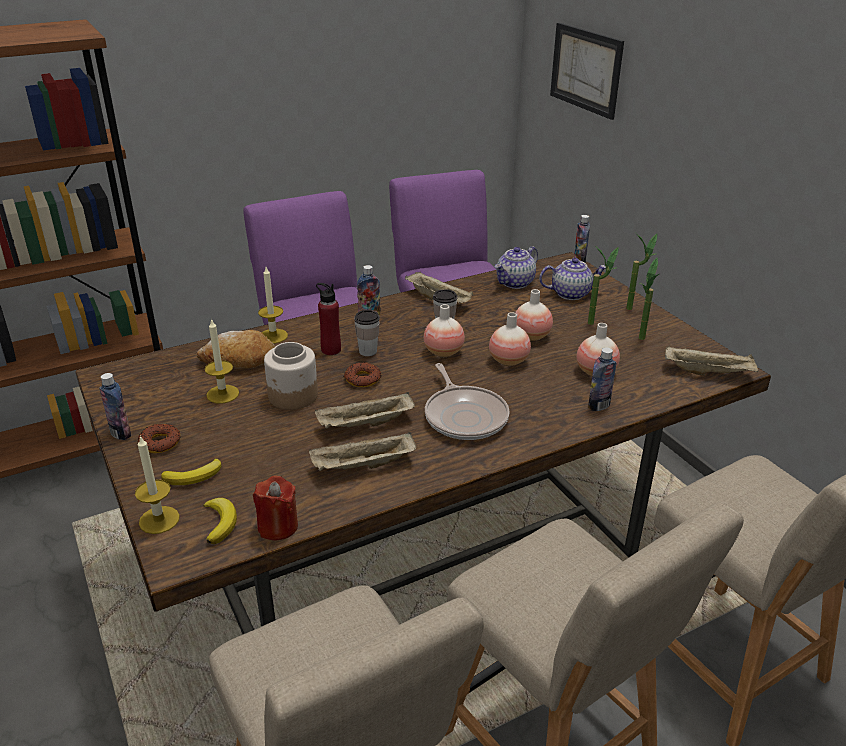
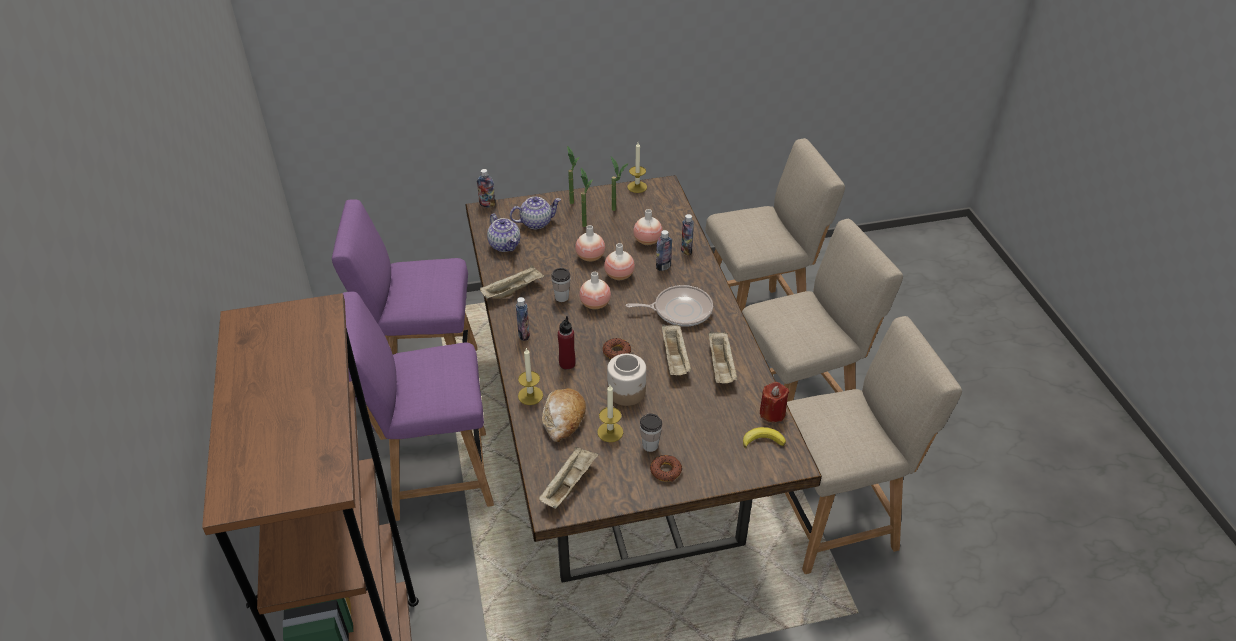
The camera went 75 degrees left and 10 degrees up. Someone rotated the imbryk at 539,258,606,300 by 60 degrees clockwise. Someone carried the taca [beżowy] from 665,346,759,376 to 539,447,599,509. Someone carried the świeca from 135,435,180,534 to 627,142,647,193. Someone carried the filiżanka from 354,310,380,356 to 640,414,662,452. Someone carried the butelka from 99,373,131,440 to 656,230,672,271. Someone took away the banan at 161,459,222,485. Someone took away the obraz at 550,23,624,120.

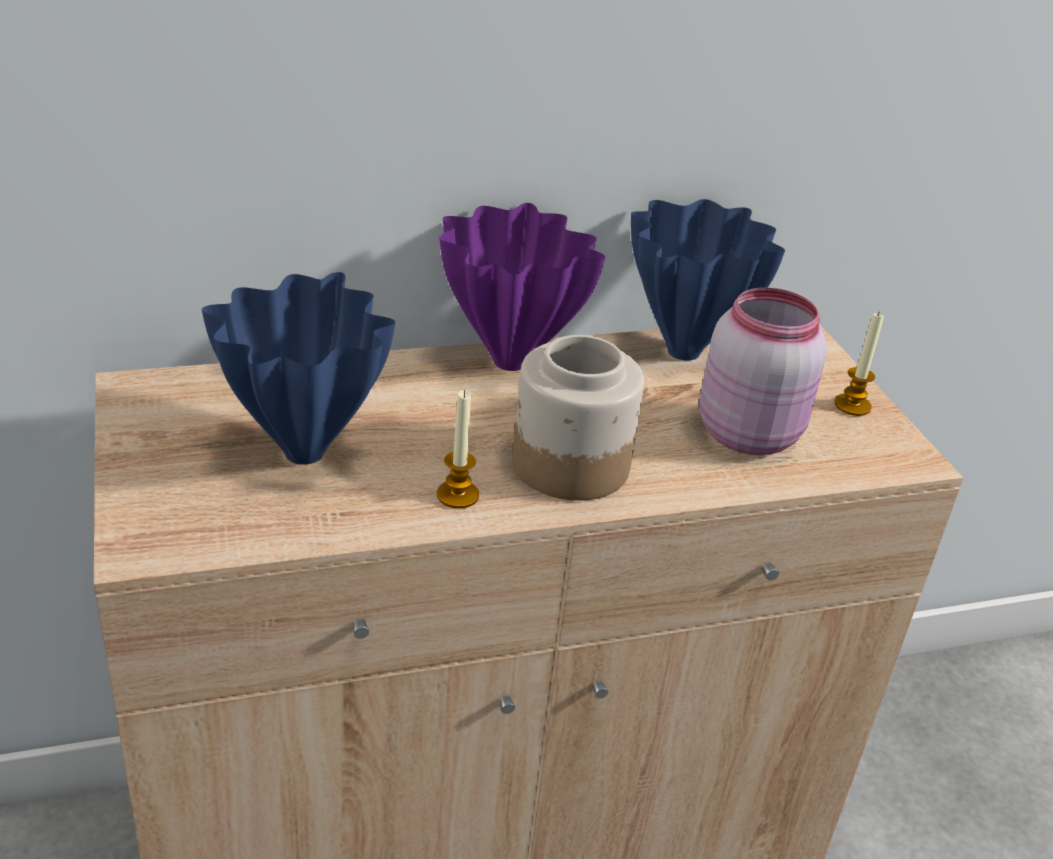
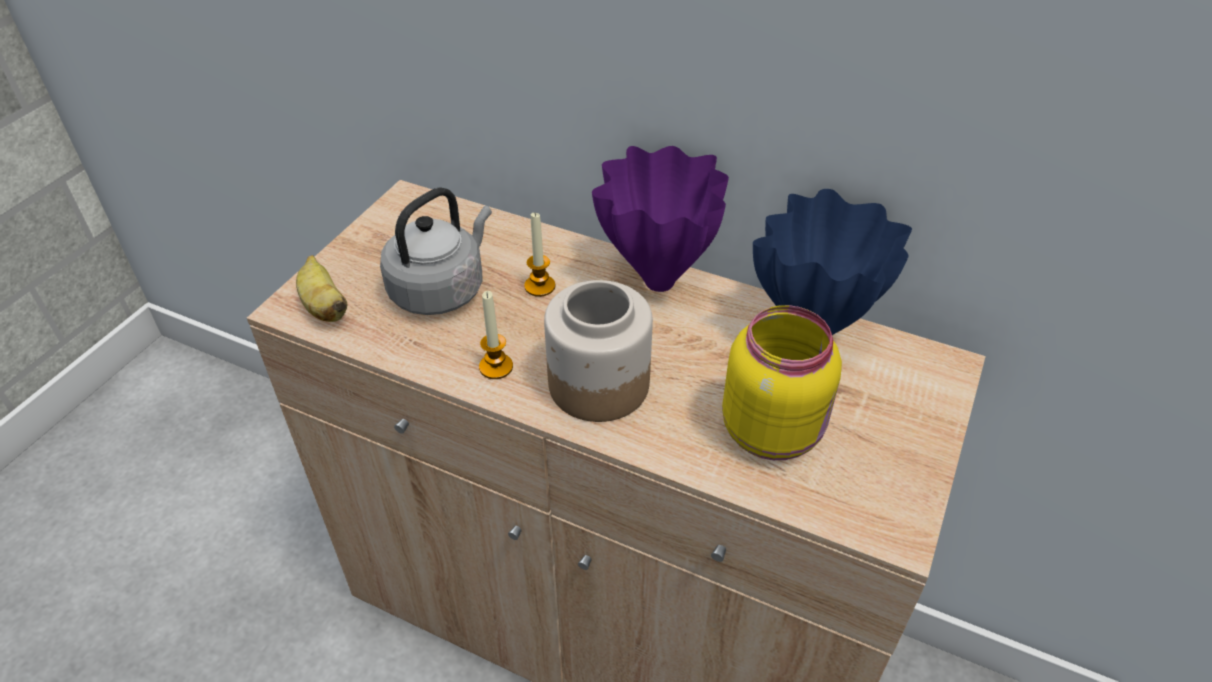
The camera went 45 degrees right and 10 degrees up. Someone put down the banan at 296,255,347,322. Someone swapped the wazon [niebieski] at 202,272,395,465 for the czajnik [szary] at 380,187,492,315. Someone carried the świeca from 834,311,884,416 to 524,213,555,297. Someone repainted the słoik [różowy] at 699,288,827,455, which became the słoik [żółty] at 722,305,842,460.

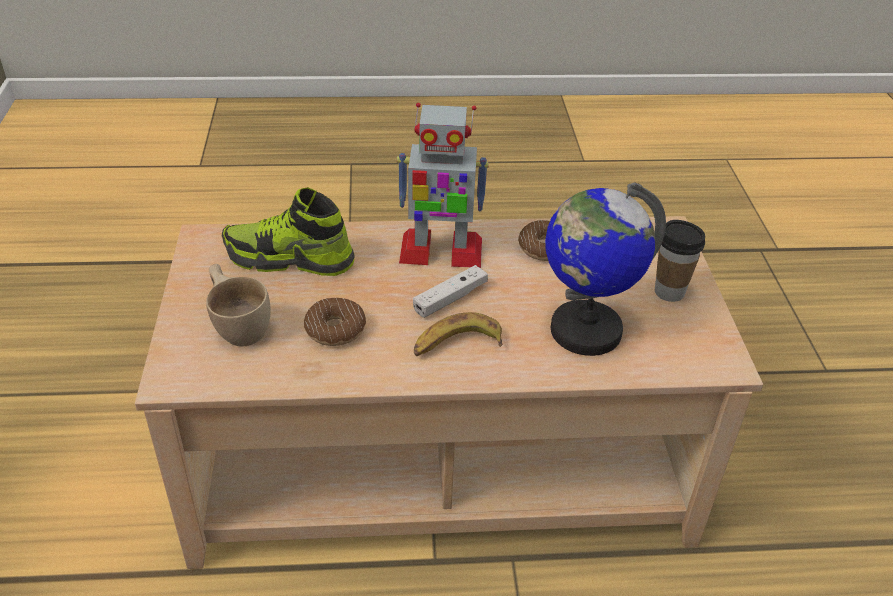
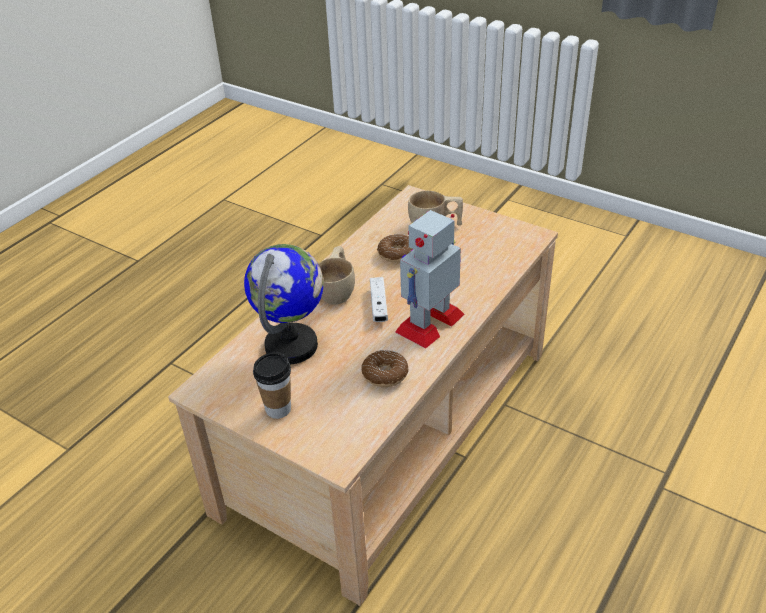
The camera went 130 degrees right and 0 degrees up. Someone swapped the banan at 414,312,502,356 for the filiżanka [beżowy] at 318,246,355,305. Someone took away the but at 222,187,355,276.

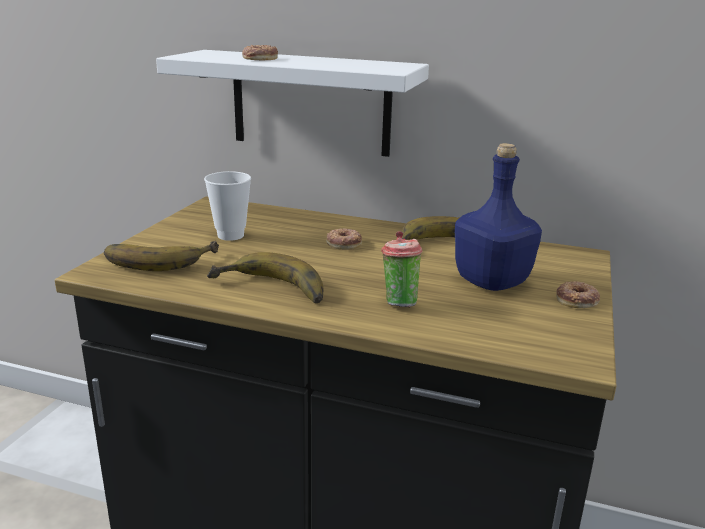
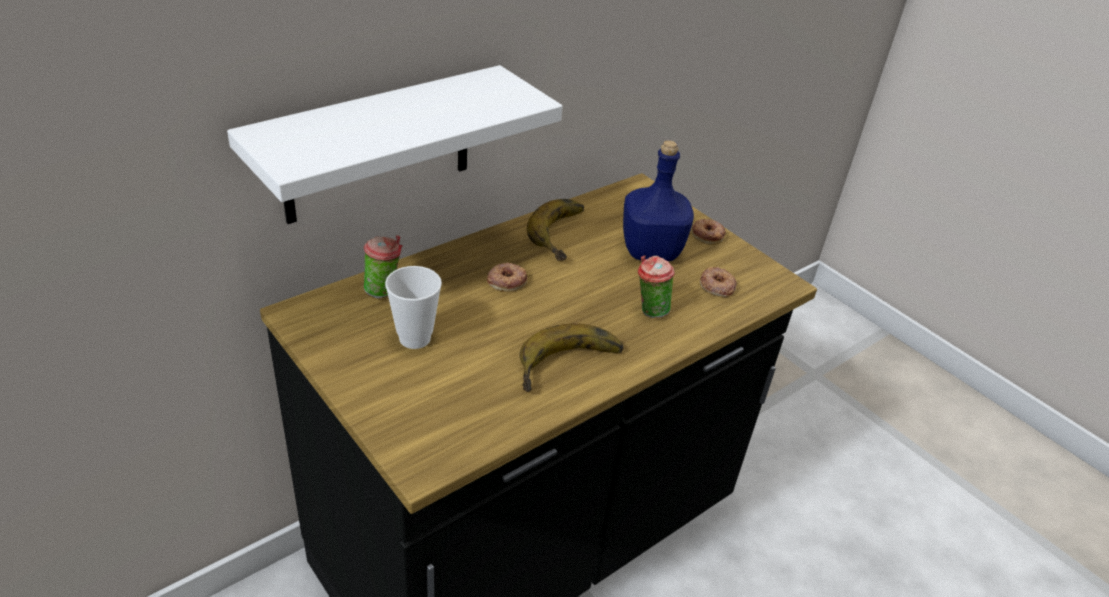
The camera went 60 degrees left and 15 degrees up. Someone put down the filiżanka at 364,235,402,298. Someone carried the donut from 242,45,278,60 to 700,267,737,297. Someone took away the banan at 104,241,219,271.

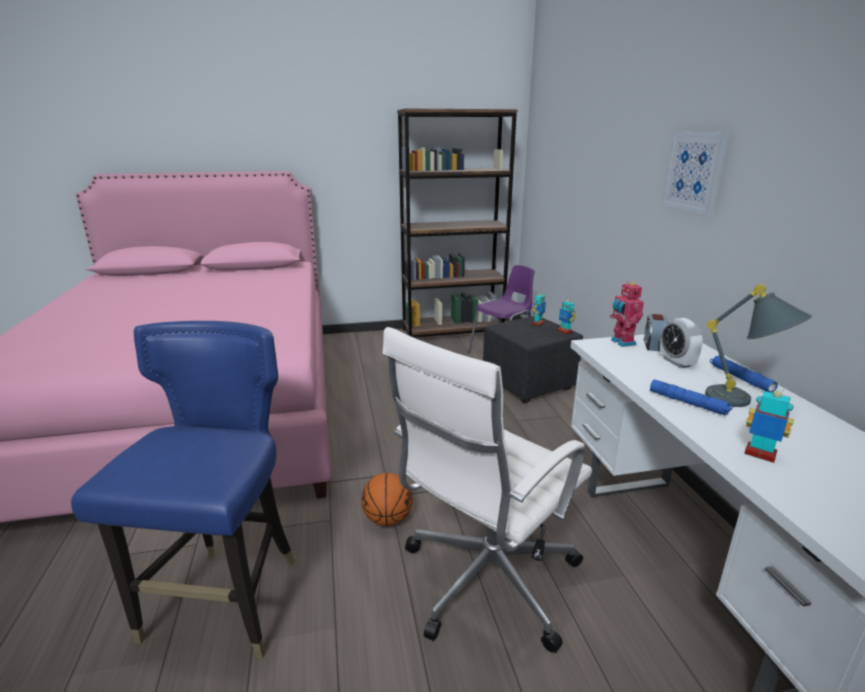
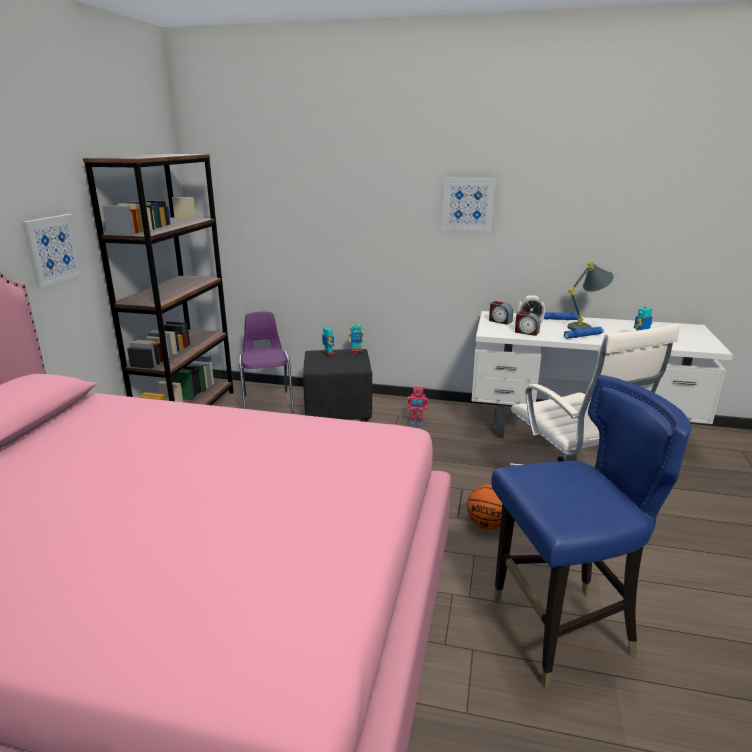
The camera went 65 degrees left and 0 degrees up. Someone put up the obraz at 22,214,84,288. Someone carried the robot zabawkowy from 610,281,644,347 to 407,386,428,426. Someone rotated the krzesło [niebieski] at 71,321,295,659 by 135 degrees clockwise. Someone put down the budzik at 515,311,540,336.

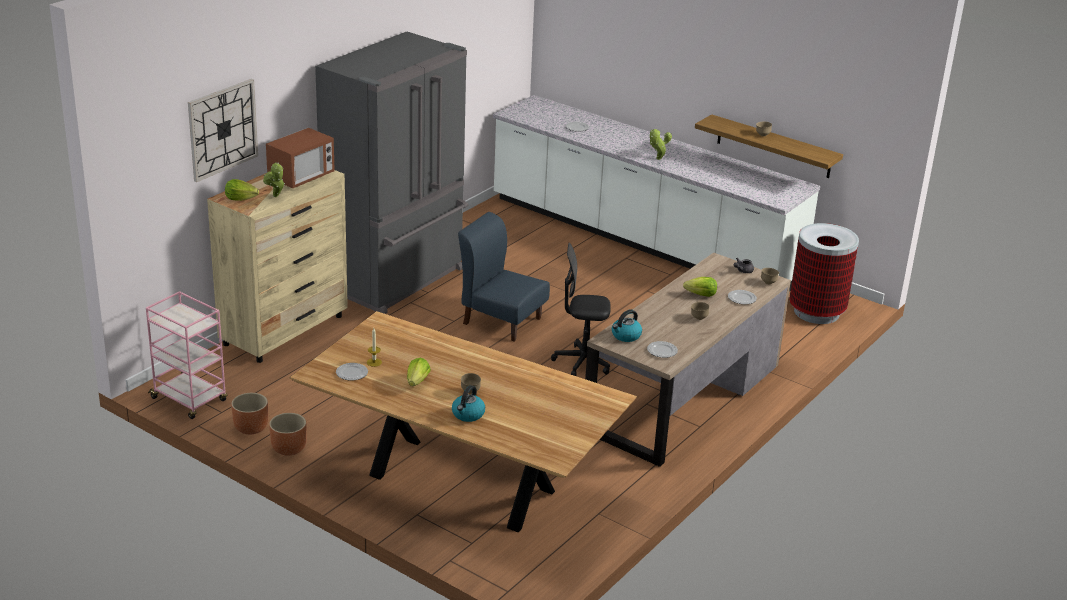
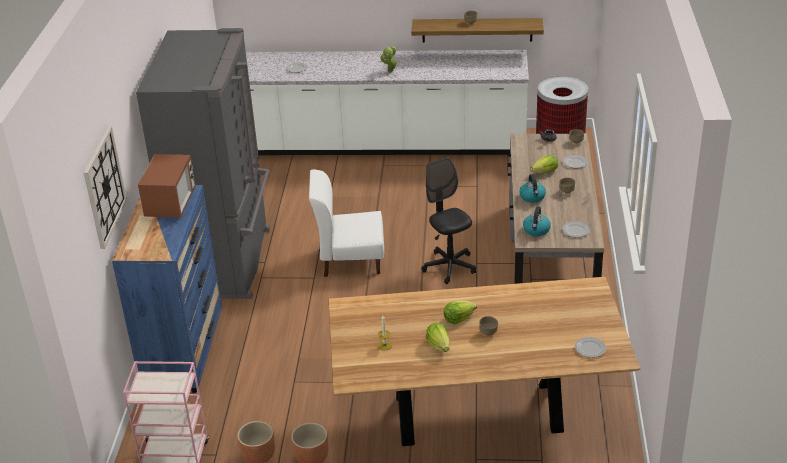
The camera went 30 degrees left and 5 degrees up. Someone repainted the komoda [beżowy] at 207,170,348,363, which became the komoda [niebieski] at 112,185,222,393. Someone repainted the krzesło [niebieski] at 458,212,550,342, which became the krzesło [biały] at 309,169,384,277. Someone rotated the krzesło biurowe [czarny] at 551,243,611,376 by 90 degrees clockwise. Someone carried the sałata from 225,179,259,201 to 443,301,477,324. Someone carried the czajnik from 452,385,485,422 to 519,174,546,203. Someone carried the talerz from 336,363,368,380 to 575,337,606,358. Someone took away the roślina doniczkowa at 263,162,285,197.

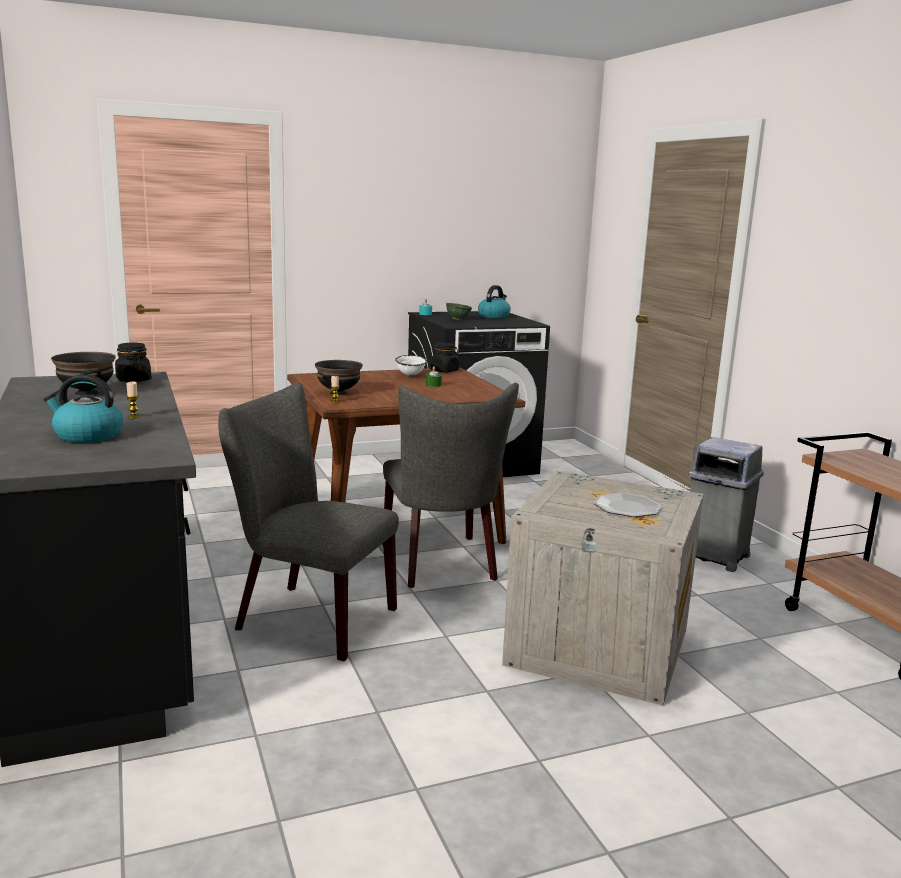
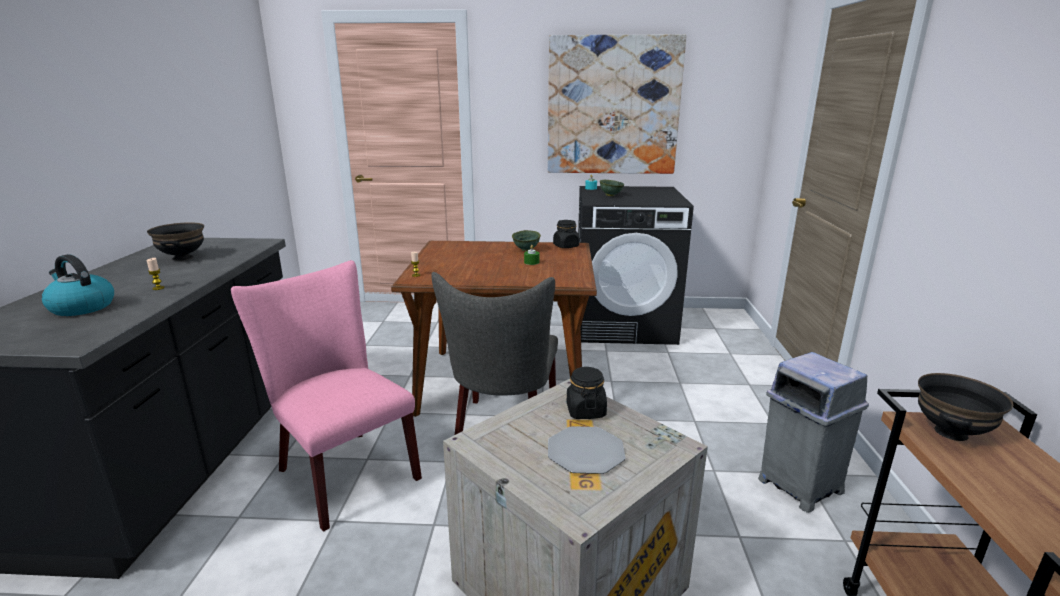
The camera went 25 degrees right and 5 degrees up. Someone repainted the krzesło [szary] at 218,383,399,661, which became the krzesło [różowy] at 231,260,422,532. Someone repainted the miska [biały] at 395,355,427,377, which became the miska [zielony] at 512,230,541,251. Someone put up the obraz at 548,35,686,174. Someone carried the słoik [czarny] from 115,343,152,382 to 567,367,607,419. Someone carried the miska [czarny] from 315,360,363,395 to 918,373,1013,441. Someone took away the czajnik at 478,285,511,318.

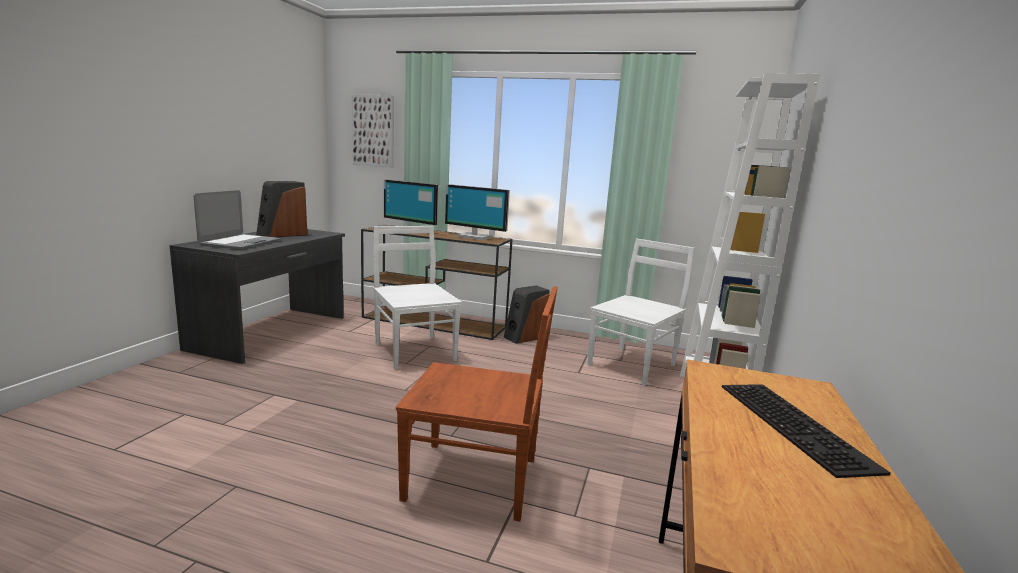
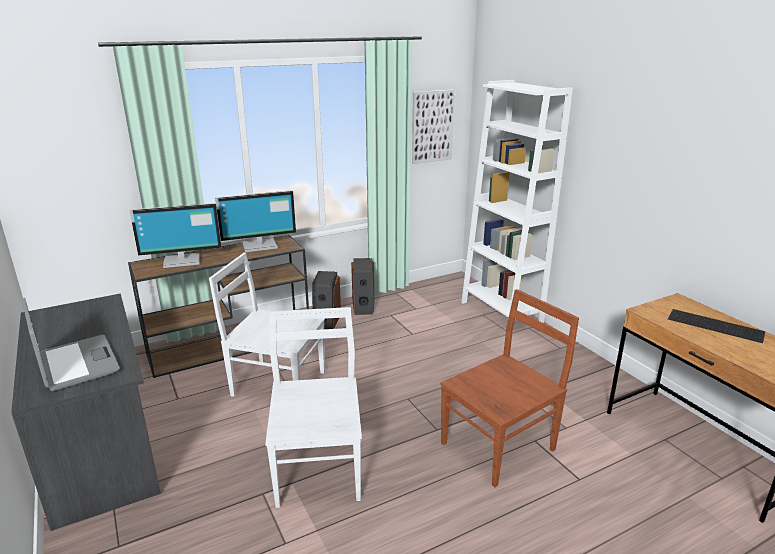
The camera went 45 degrees left and 10 degrees up. Someone carried the krzesło [biały] from 587,239,695,385 to 265,307,362,508. Someone carried the głośnik from 256,181,307,237 to 351,258,374,315. Someone carried the obraz from 352,94,394,168 to 412,89,455,164.

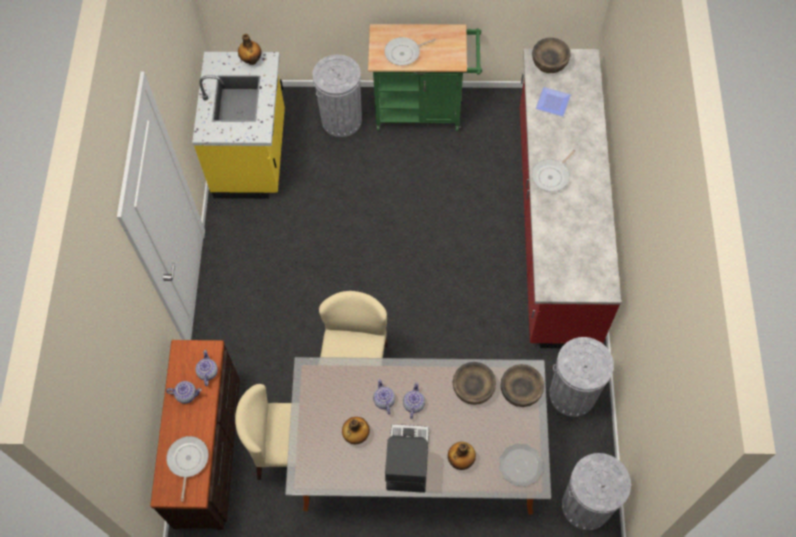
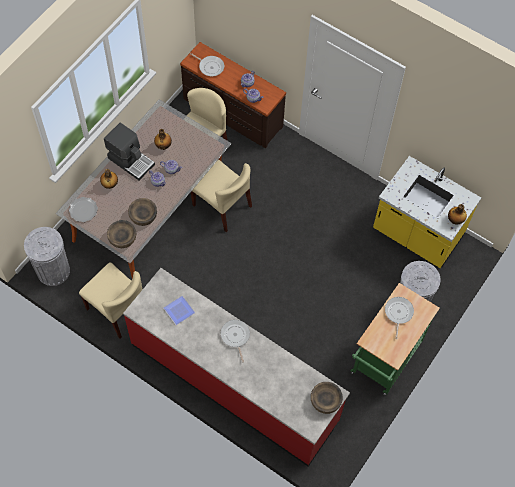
The camera went 120 degrees right and 0 degrees up. Someone swapped the kosz na śmieci [szary] at 549,337,614,417 for the krzesło [beżowy] at 79,262,143,339. Someone carried the talerz from 536,87,571,117 to 164,296,195,325.

